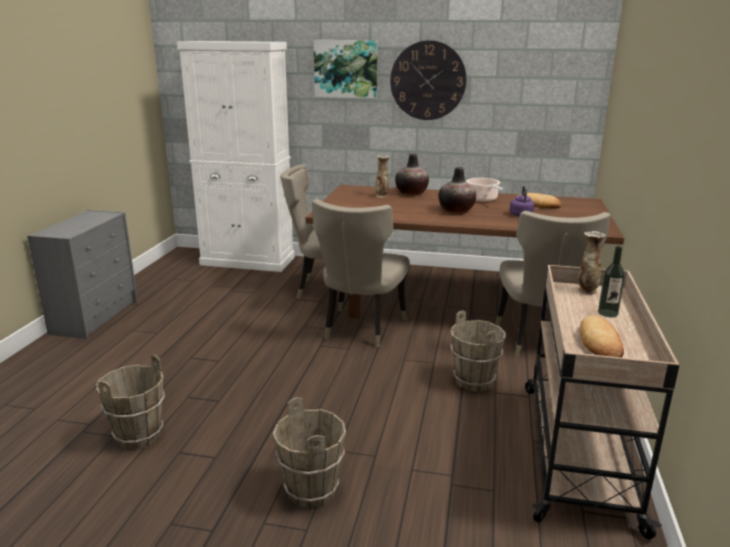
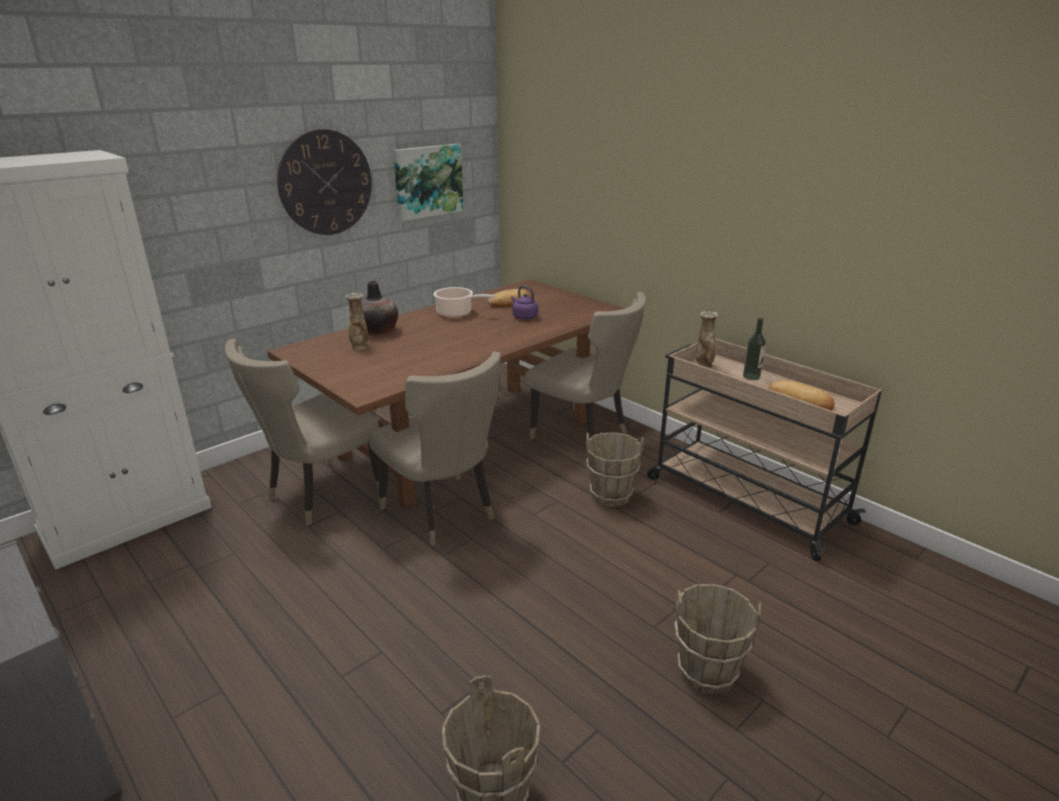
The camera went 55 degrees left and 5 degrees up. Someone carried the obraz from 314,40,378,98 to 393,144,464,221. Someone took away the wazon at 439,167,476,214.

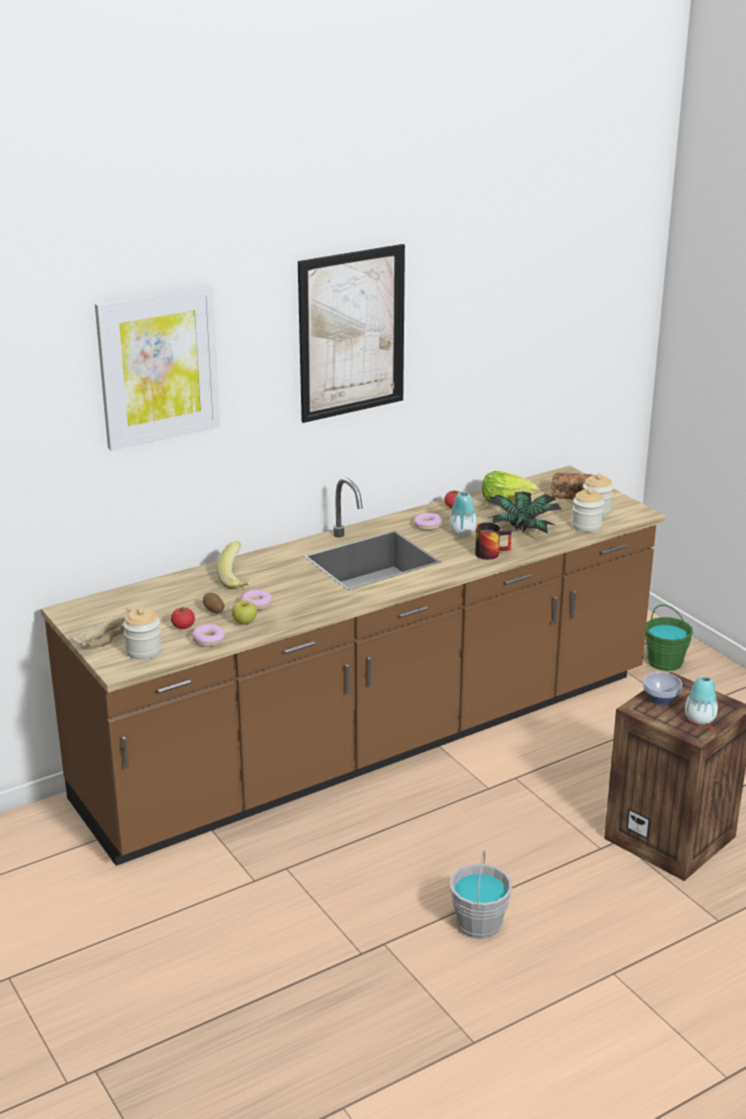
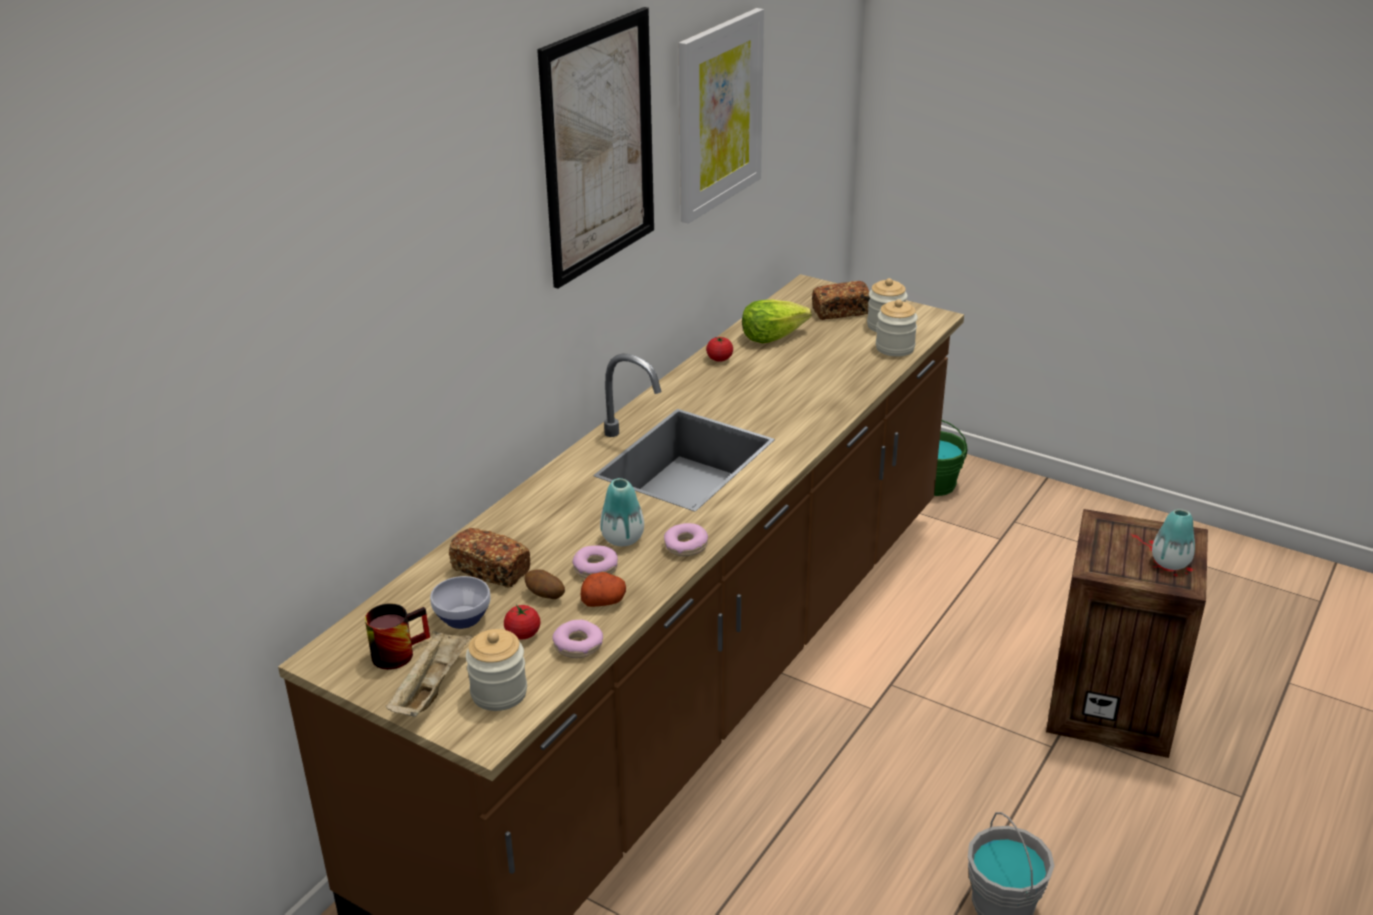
The camera went 25 degrees left and 5 degrees up. Someone carried the kubek from 475,523,512,560 to 365,604,430,670. Someone carried the miska from 643,672,683,705 to 430,576,491,629. Someone put down the chleb at 449,528,531,588. Someone swapped the jabłko at 232,600,257,625 for the ziemniak at 581,572,626,607. Someone carried the wazon from 449,491,477,536 to 600,478,644,546. Someone carried the donut from 414,513,442,530 to 664,523,708,556. Someone carried the obraz from 95,285,220,451 to 679,8,764,224. Someone took away the banan at 217,541,251,589. Someone took away the roślina doniczkowa at 488,492,562,534.

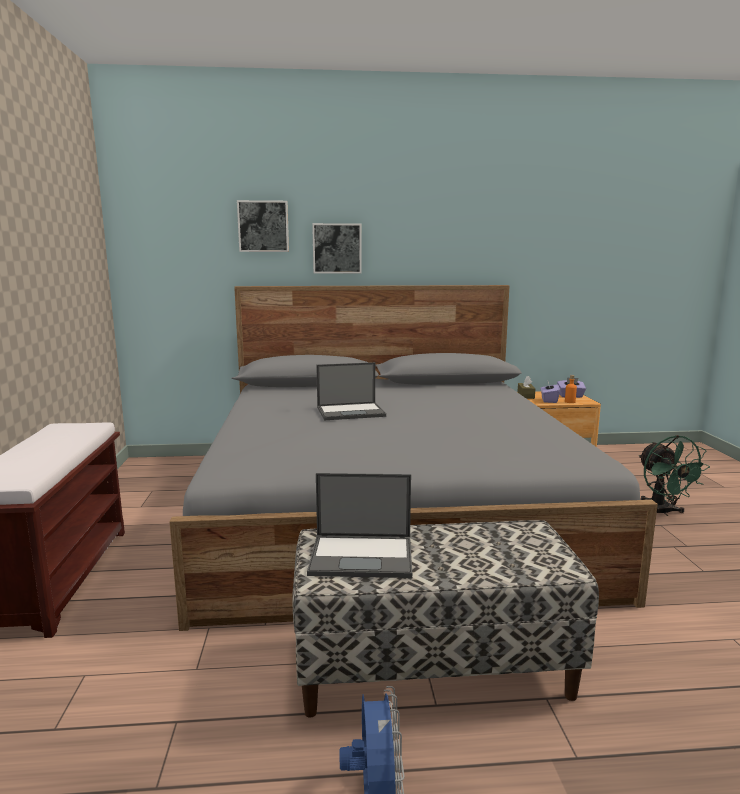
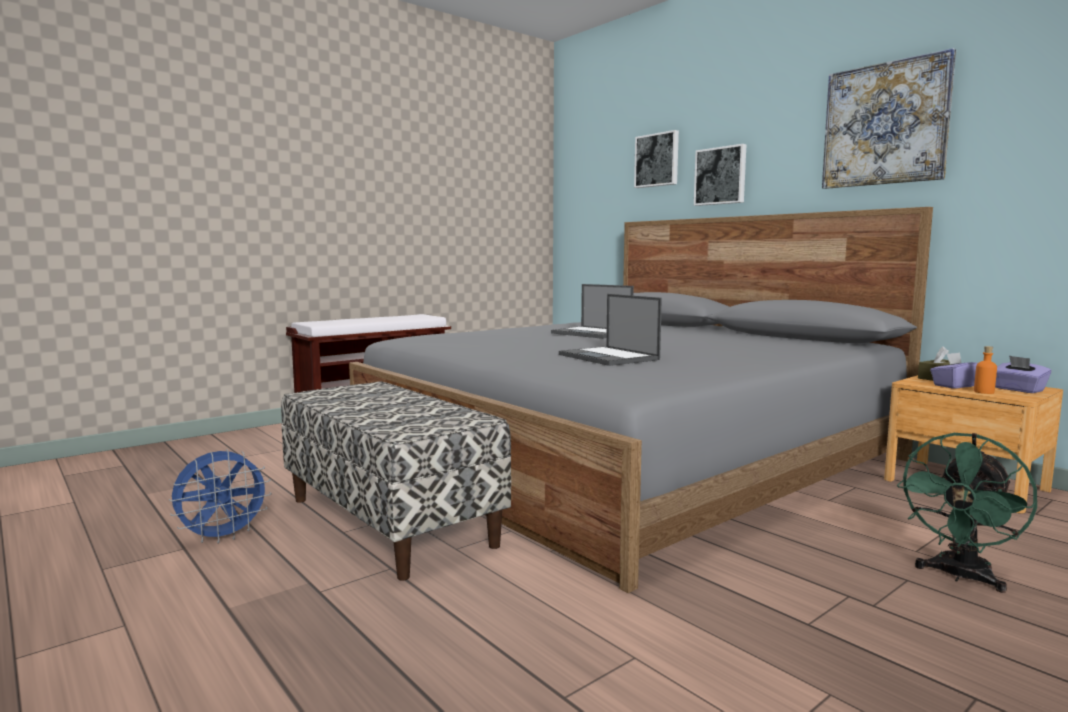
The camera went 55 degrees right and 5 degrees down. Someone carried the laptop from 307,473,412,578 to 559,294,662,366. Someone put up the obraz at 822,48,956,189.

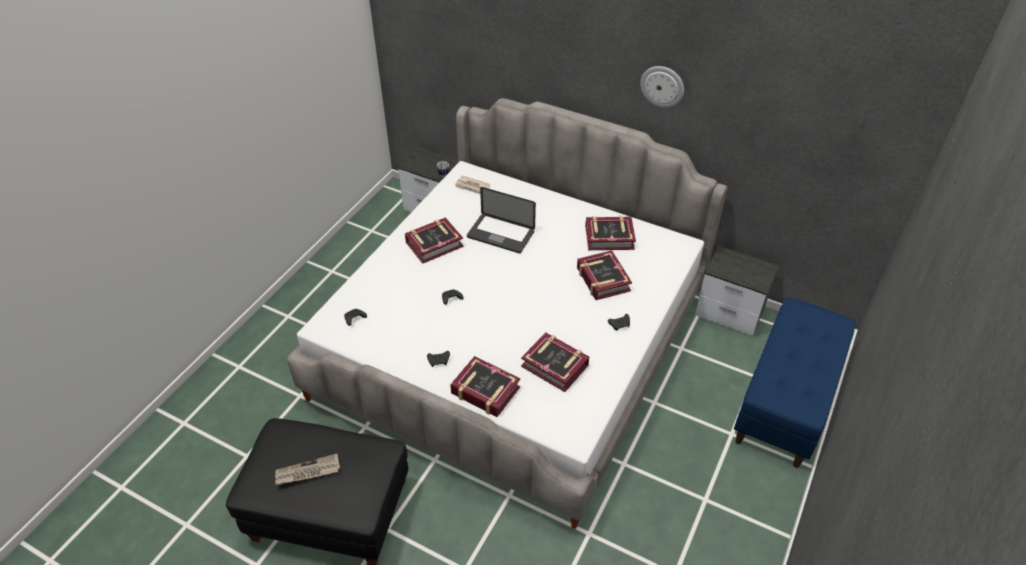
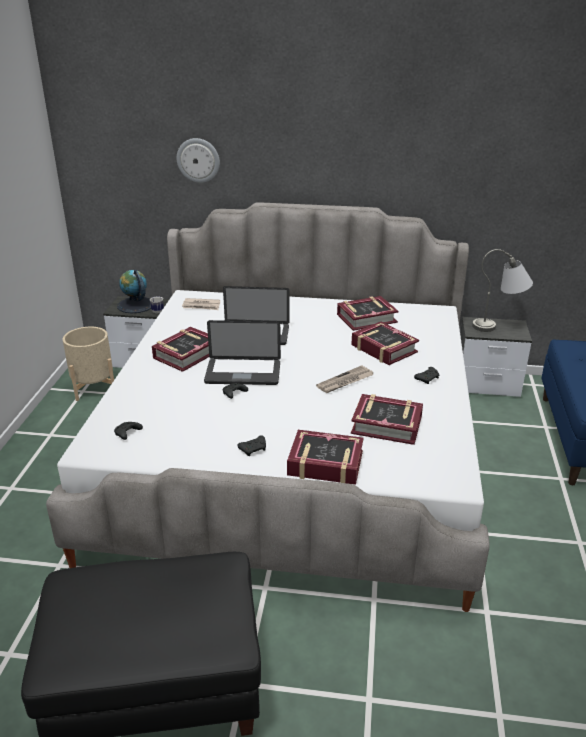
The camera went 20 degrees left and 15 degrees down. Someone put down the donica [beżowy] at 63,327,114,401. Someone put down the globus at 117,269,151,313. Someone carried the zegar ścienny from 640,66,684,108 to 177,138,220,183. Someone put down the laptop at 204,320,281,385. Someone carried the gazeta from 275,454,340,485 to 316,365,374,393. Someone put down the lampa stołowa [szary] at 472,249,533,332.

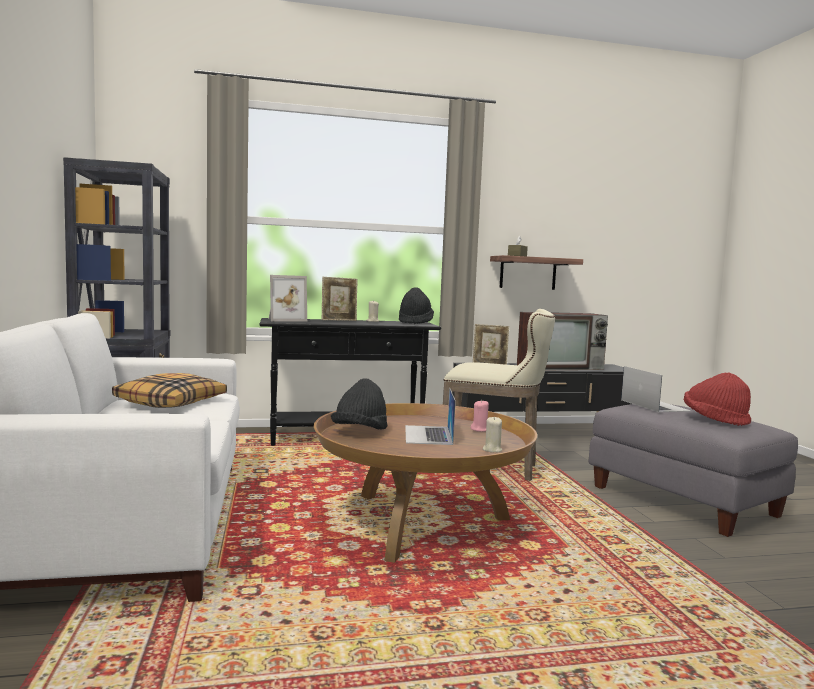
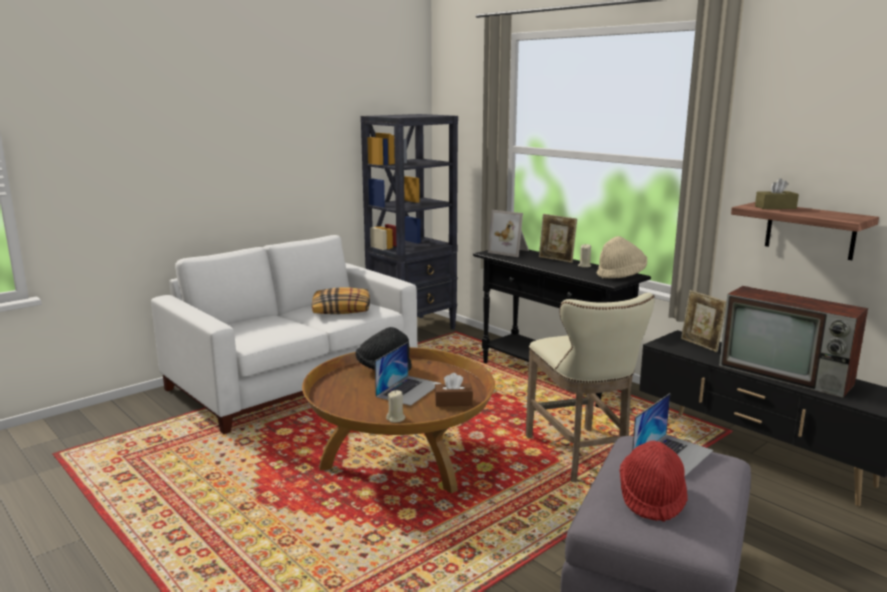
The camera went 60 degrees right and 10 degrees up. Someone rotated the laptop at 405,388,456,445 by 150 degrees clockwise. Someone swapped the świeca [różowy] at 470,400,489,432 for the pudełko chusteczek [brązowy] at 435,373,473,407. Someone repainted the kapelusz [czarny] at 399,287,434,324, which became the kapelusz [beżowy] at 597,236,647,279.

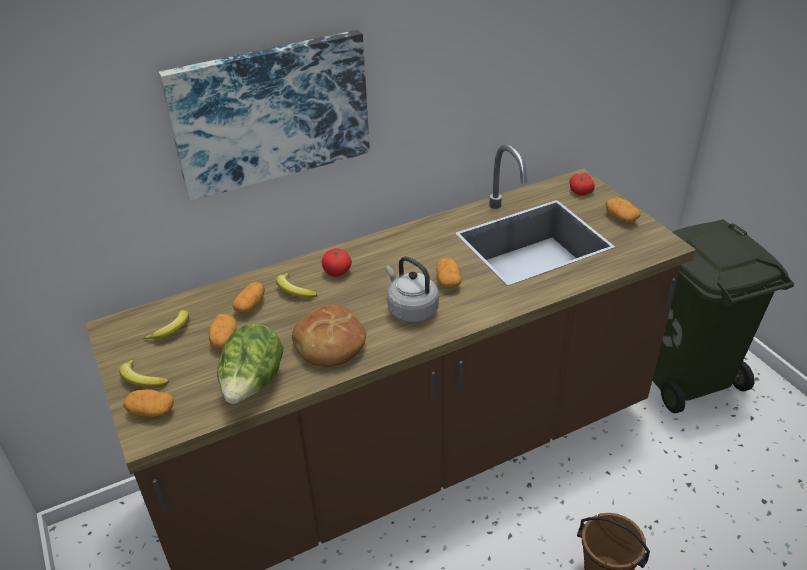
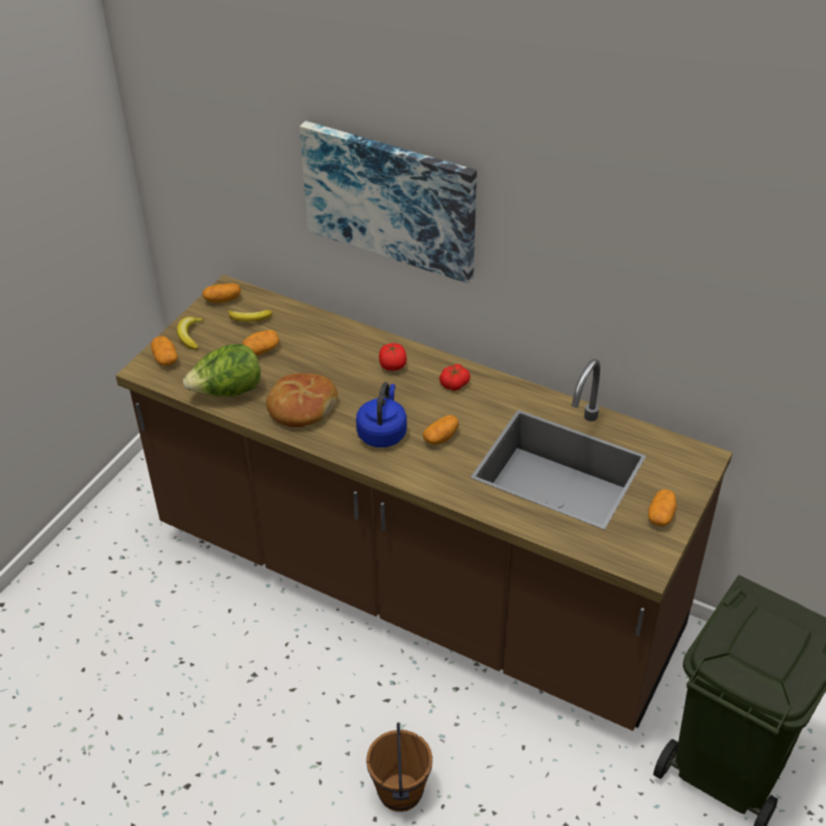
The camera went 55 degrees right and 5 degrees up. Someone carried the ziemniak from 232,282,265,313 to 202,283,241,303. Someone repainted the czajnik [szary] at 386,256,439,323, which became the czajnik [niebieski] at 356,382,407,447. Someone carried the pomidor from 570,174,595,196 to 439,364,470,391. Someone took away the banan at 276,272,317,299.

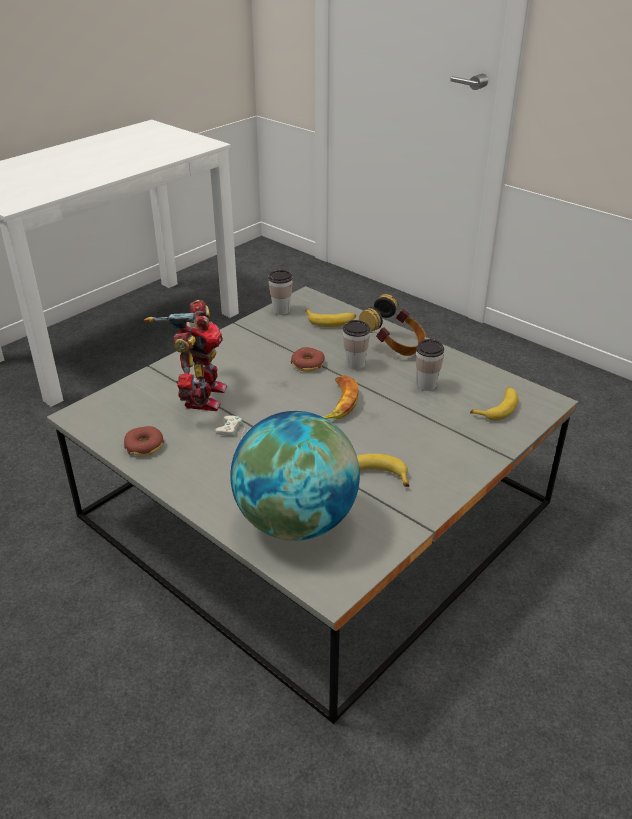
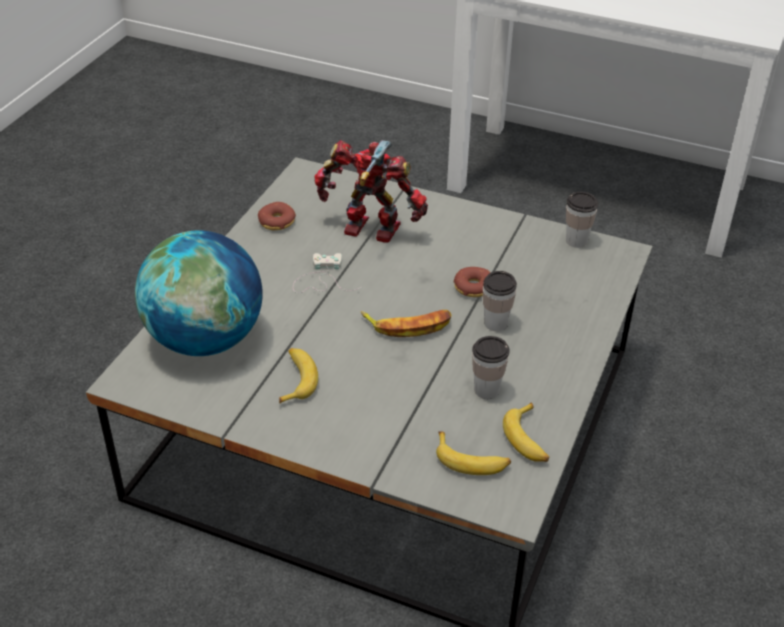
The camera went 70 degrees right and 5 degrees up. Someone rotated the robot zabawkowy at 144,300,227,411 by 150 degrees counterclockwise. Someone carried the banan from 305,309,356,327 to 503,403,549,462. Someone took away the słuchawki at 359,294,426,356.

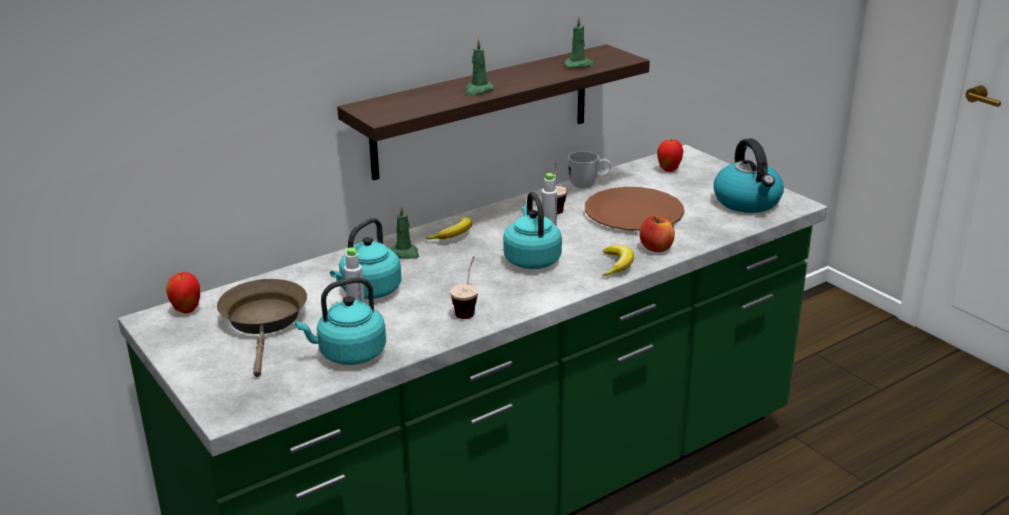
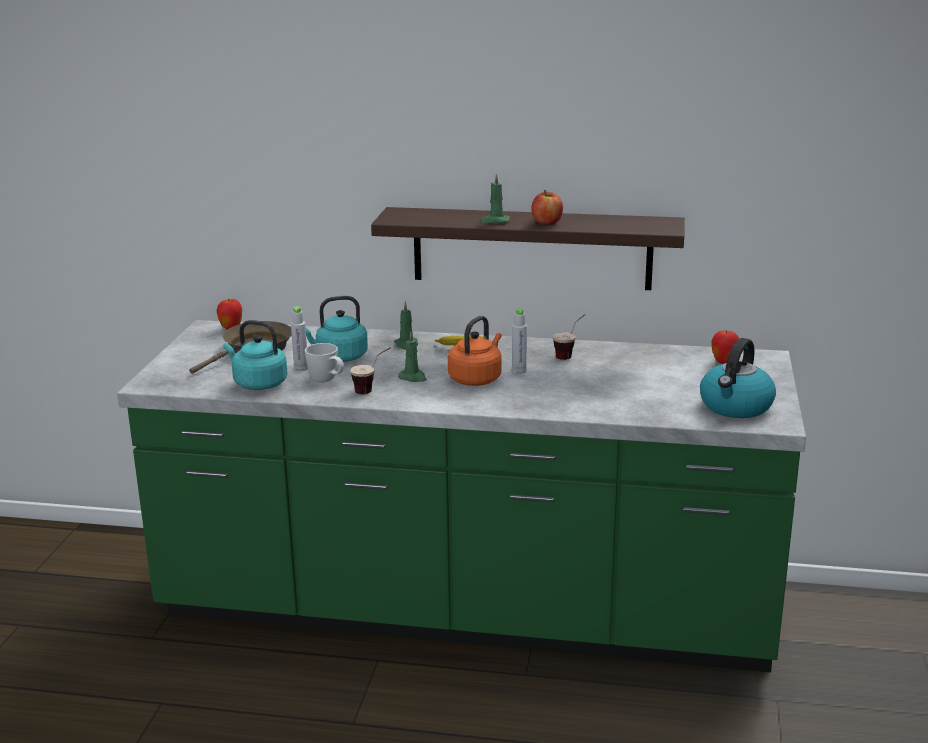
The camera went 45 degrees right and 5 degrees down. Someone carried the kubek [biały] from 568,151,611,189 to 305,343,344,382. Someone carried the świeca [zielony] from 564,16,594,68 to 398,332,427,382. Someone repainted the czajnik [turkusowy] at 503,192,562,269, which became the czajnik [pomarańczowy] at 448,316,501,386. Someone carried the jabłko from 639,216,675,252 to 531,190,563,225. Someone took away the talerz [brązowy] at 585,187,684,231. Someone took away the banan at 603,245,634,276.

